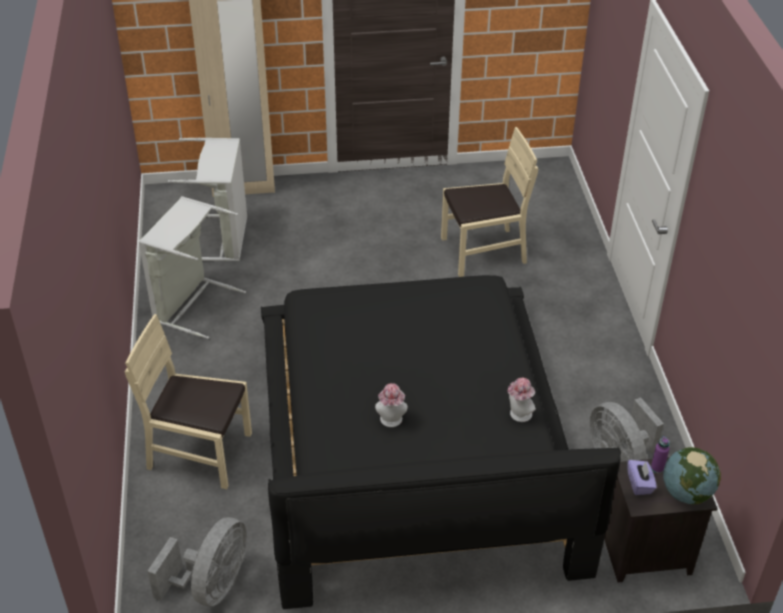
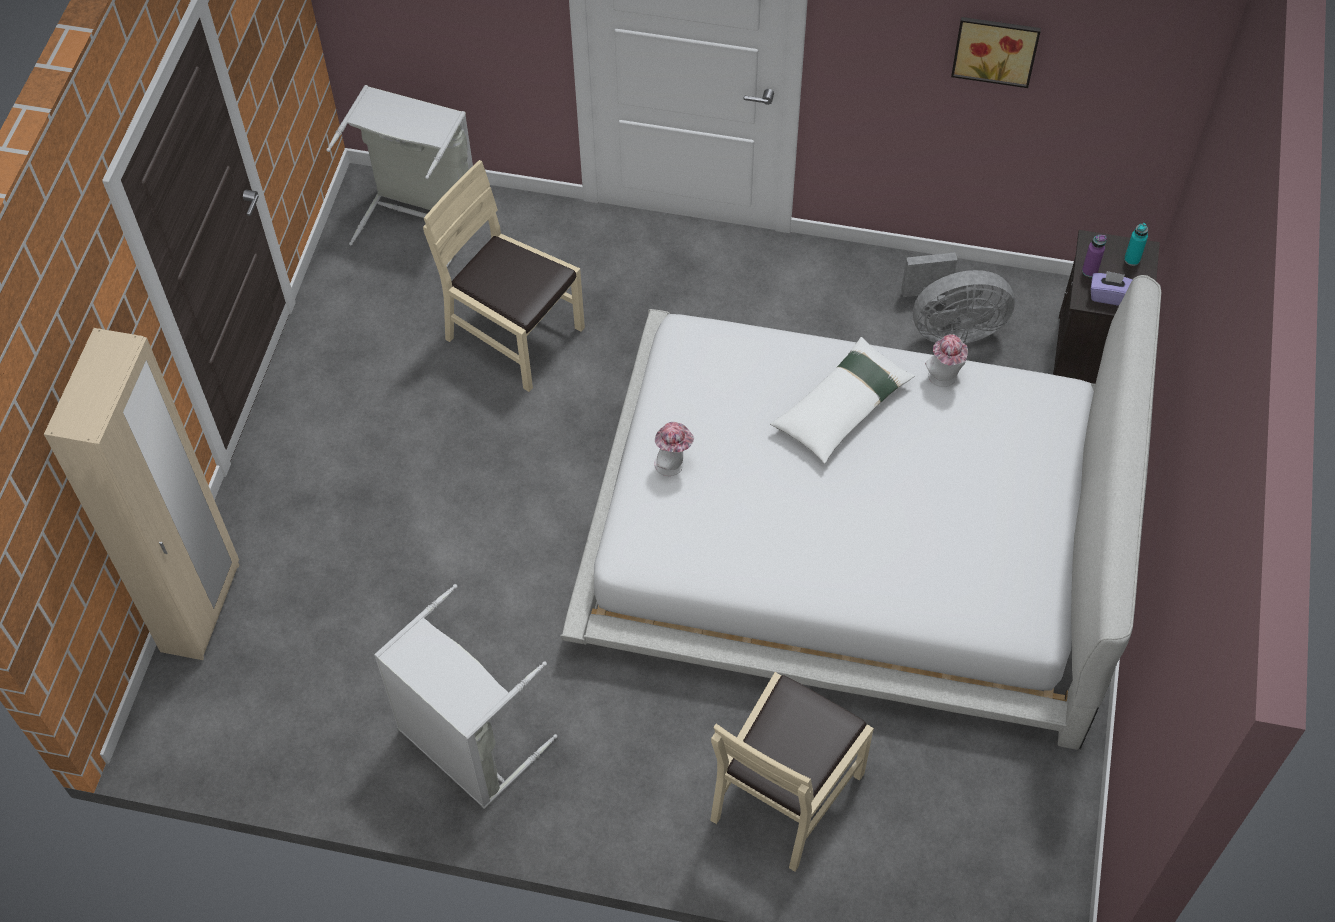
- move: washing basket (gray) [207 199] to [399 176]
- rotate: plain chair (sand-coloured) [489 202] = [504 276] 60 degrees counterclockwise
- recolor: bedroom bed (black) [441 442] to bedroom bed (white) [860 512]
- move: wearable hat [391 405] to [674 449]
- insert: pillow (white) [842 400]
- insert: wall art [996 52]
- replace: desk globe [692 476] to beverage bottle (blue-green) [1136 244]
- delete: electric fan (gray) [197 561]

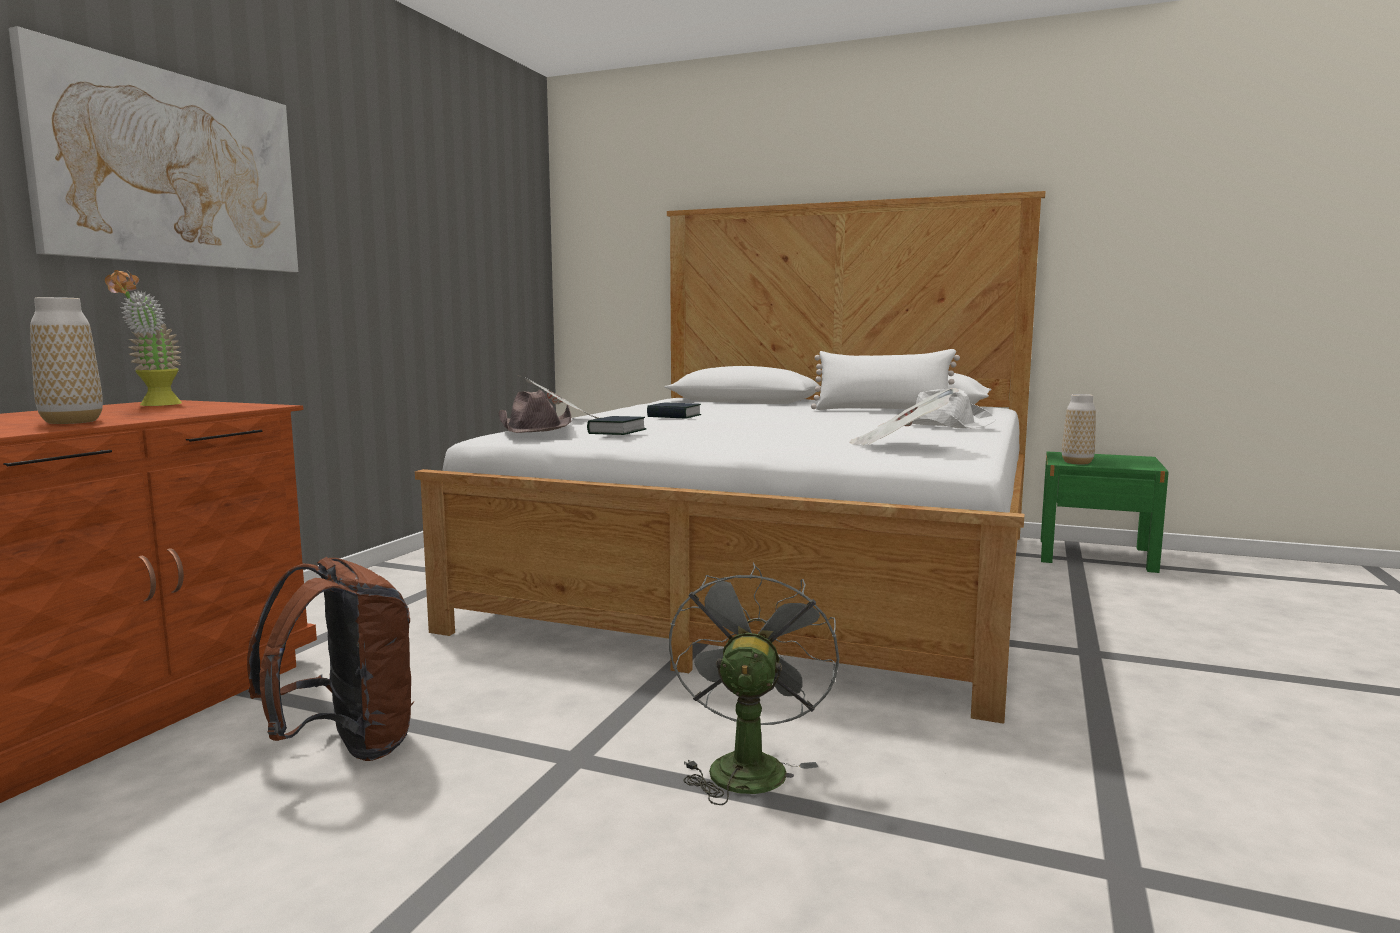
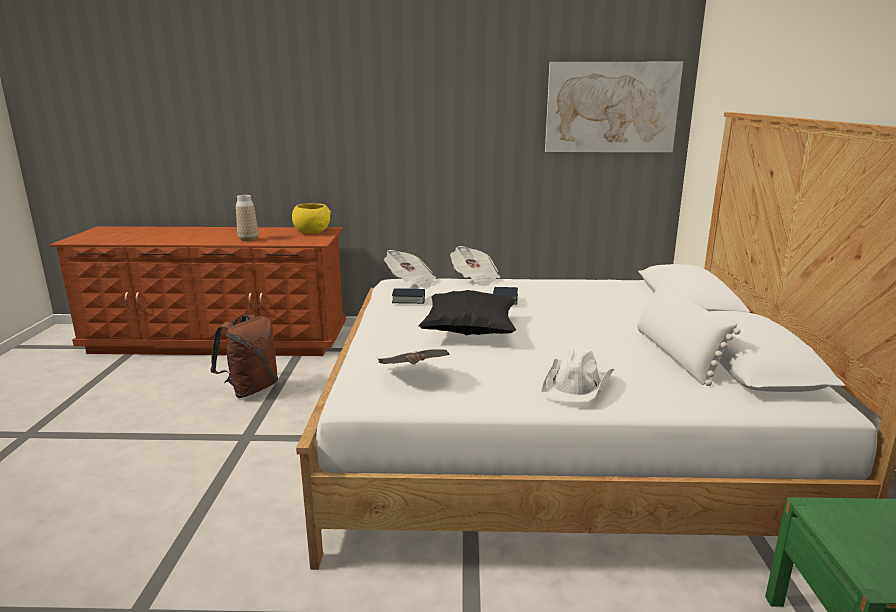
- replace: potted plant [143 338] to serving bowl (yellow-coloured) [311 218]
- replace: wearable hat (brownish) [534 411] to printed paper [410 269]
- insert: pillow (black) [467 313]
- move: wall art [153 149] to [614 107]
- delete: electric fan (gray) [754 684]
- delete: decorative vase [1079 429]

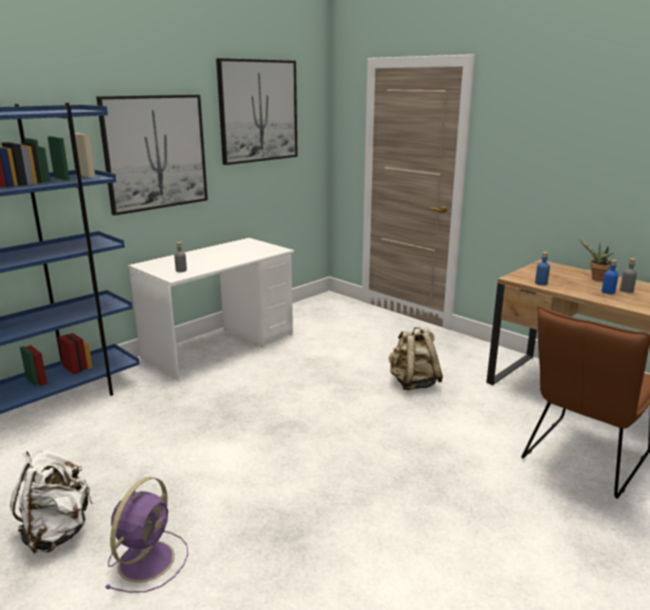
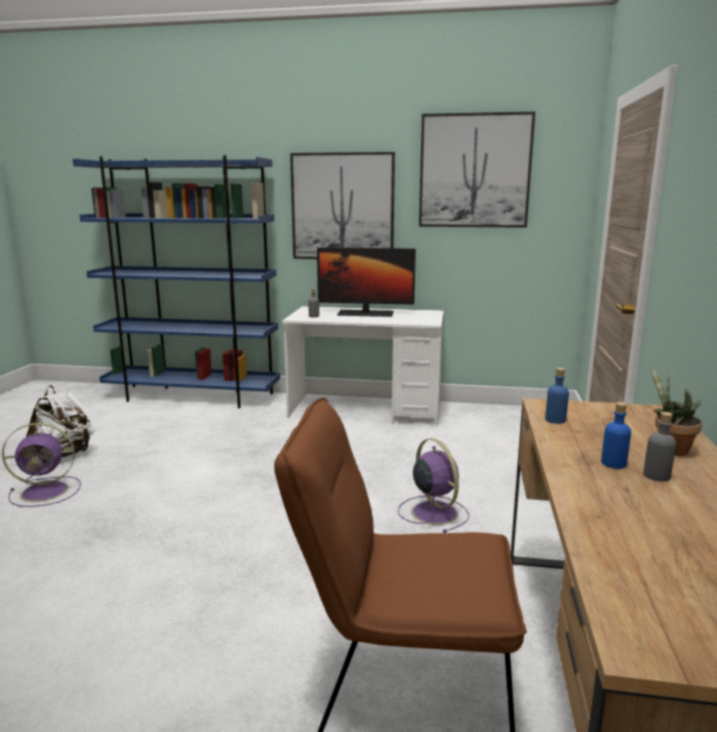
- insert: monitor [366 282]
- replace: knapsack (sand-coloured) [416 358] to electric fan (purplish) [433 485]

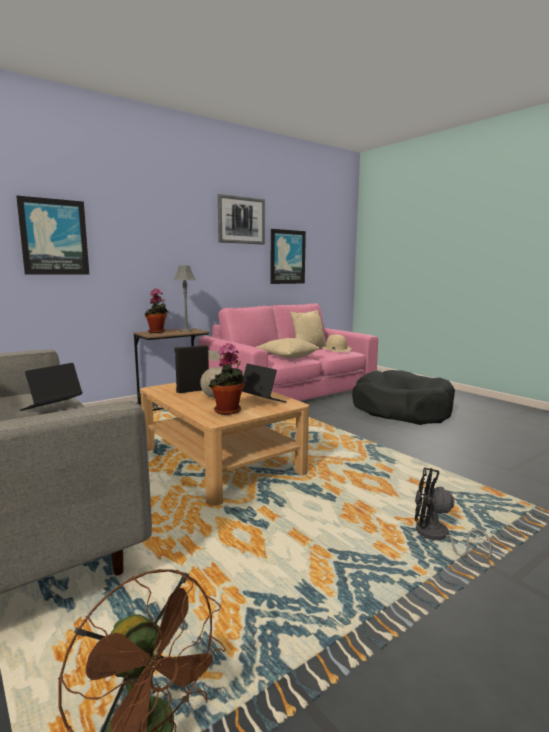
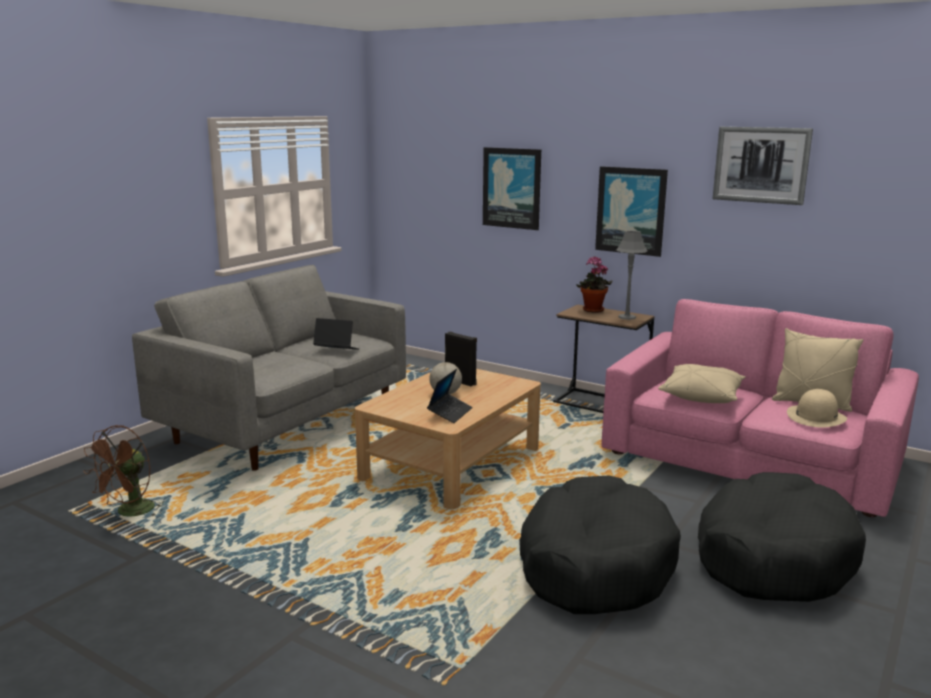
- insert: dog cushion (black) [600 545]
- move: wall art [288 256] to [631 211]
- delete: potted plant [228 379]
- delete: electric fan (black) [453 513]

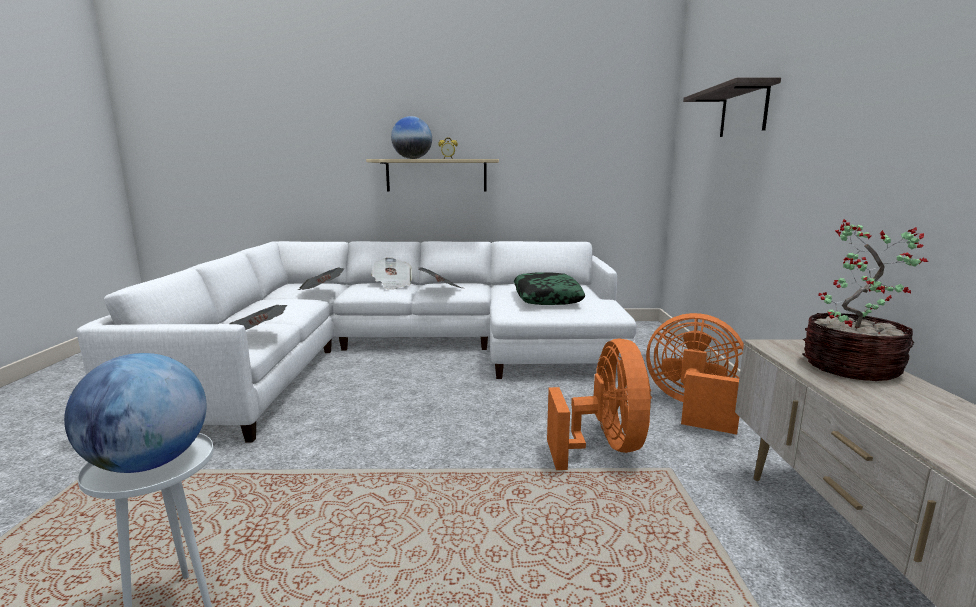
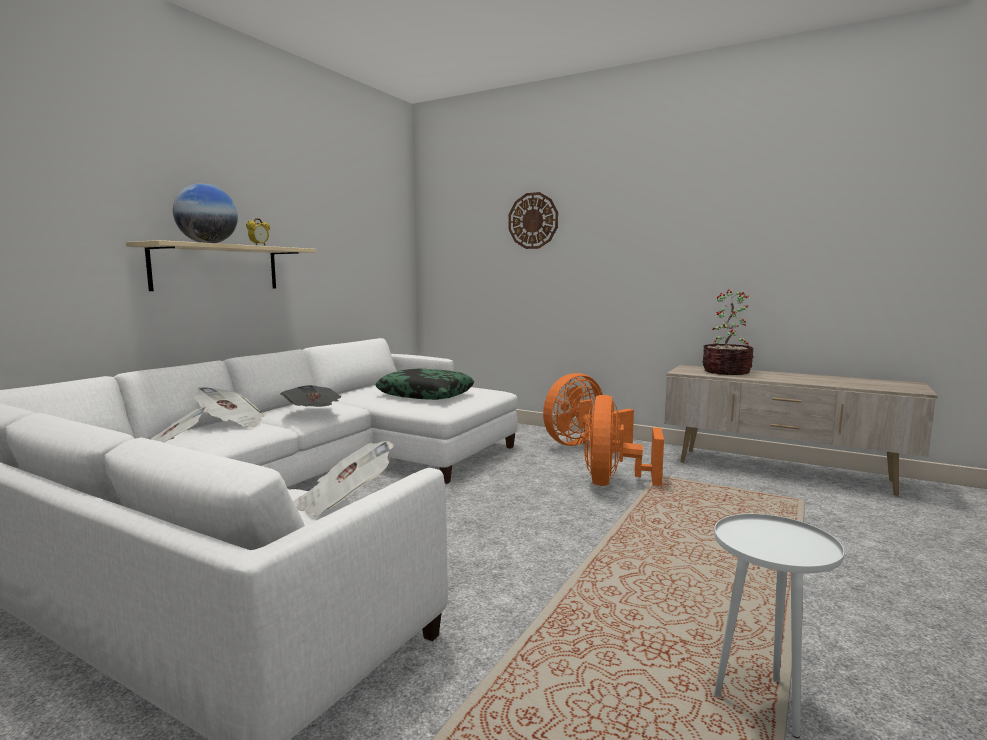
- replace: shelf [732 107] to clock on the wall [533 220]
- rotate: electric fan (orangey) [599 404] = [623 440] 105 degrees counterclockwise
- delete: desk globe [135 413]

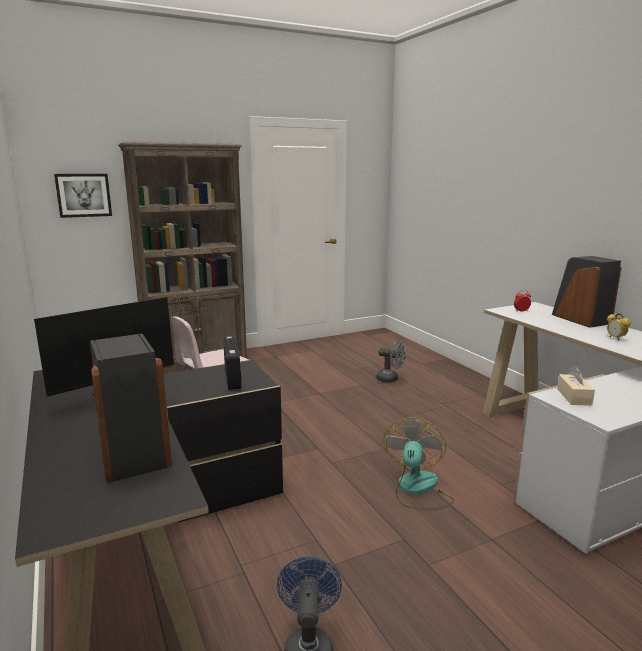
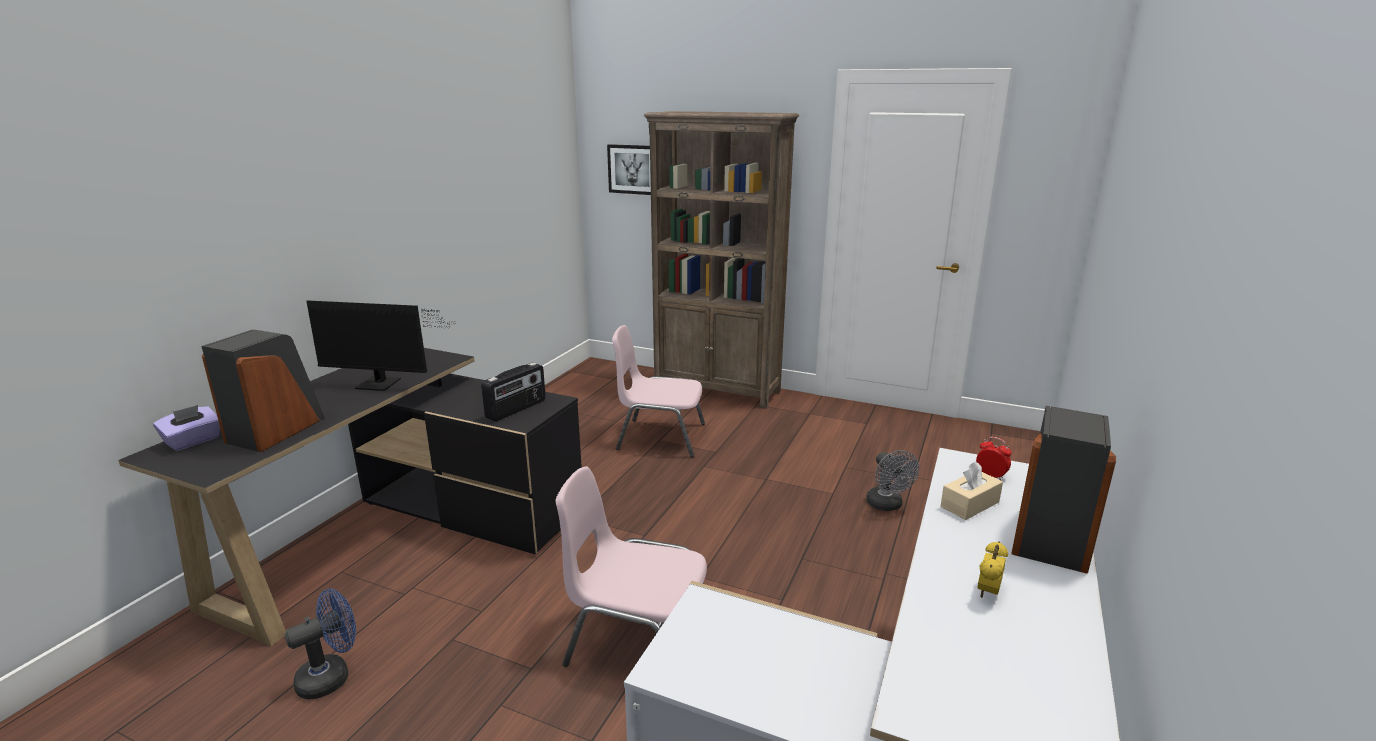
- insert: tissue holder (purplish) [186 428]
- replace: electric fan [419 463] to plain chair (pink-coloured) [631 566]
- move: tissue holder (sand-coloured) [576 386] to [972 490]

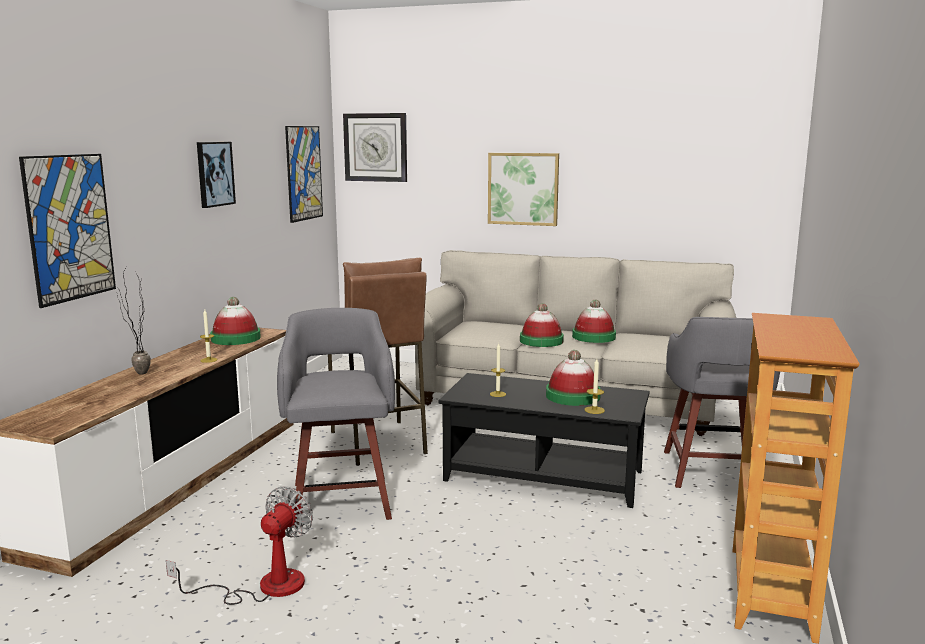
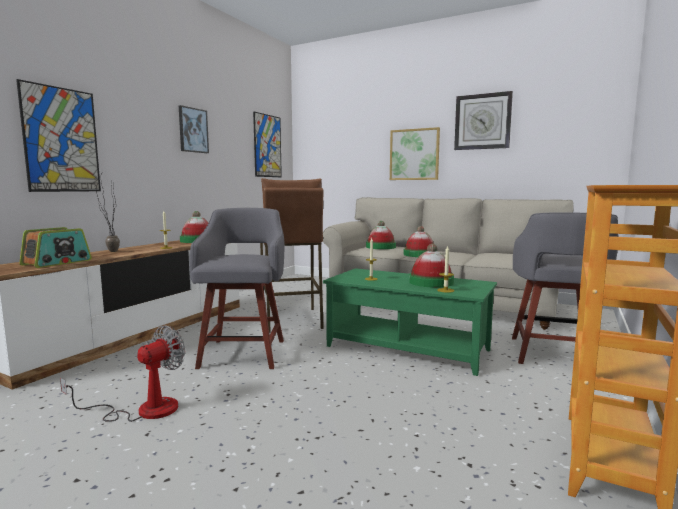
- insert: radio set [55 247]
- recolor: low table (black) [544 440] to low table (green) [410 322]
- move: wearable hat [594 321] to [381 235]
- move: clock on the wall [375 147] to [483 120]

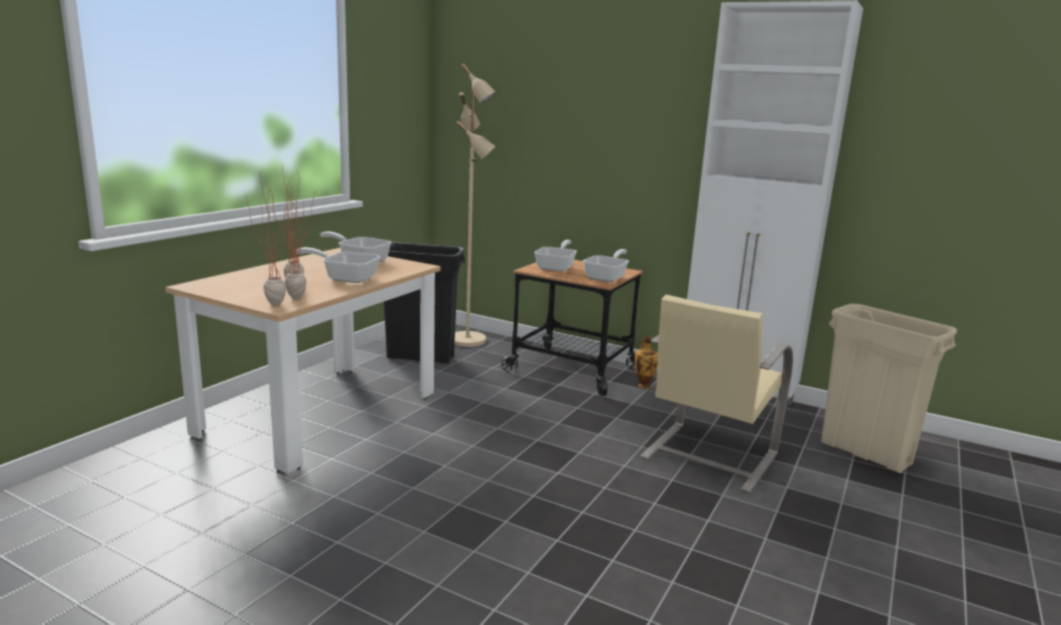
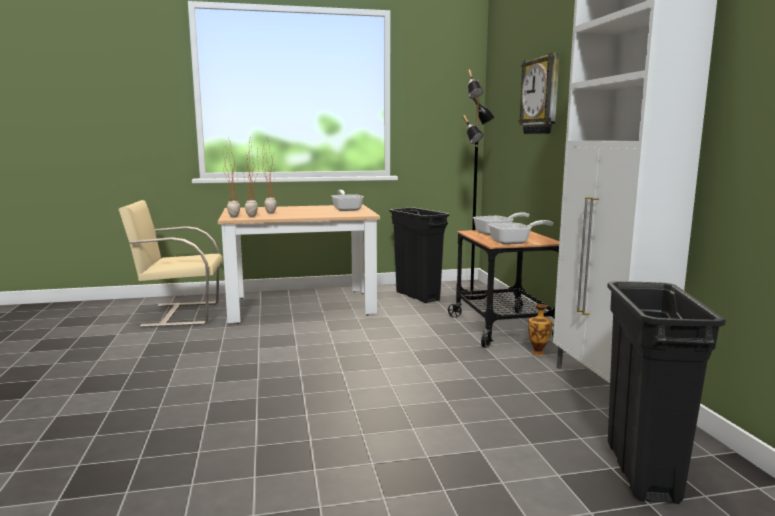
- move: plain chair (sand-coloured) [716 394] to [170 263]
- recolor: floor lamp (sand-coloured) [475 205] to floor lamp (black) [479 184]
- insert: clock on the wall [539 93]
- recolor: rubbish bin (sand-coloured) [889 388] to rubbish bin (black) [666 392]
- delete: pan [338 265]

